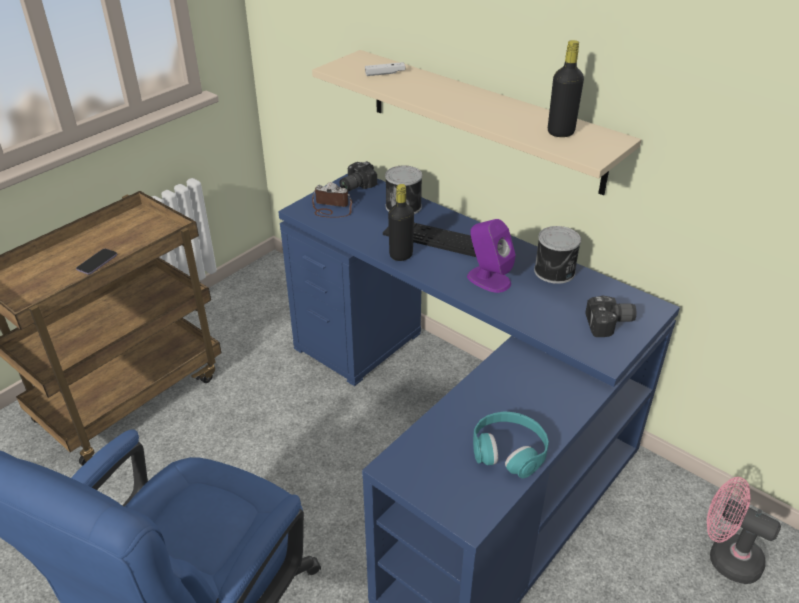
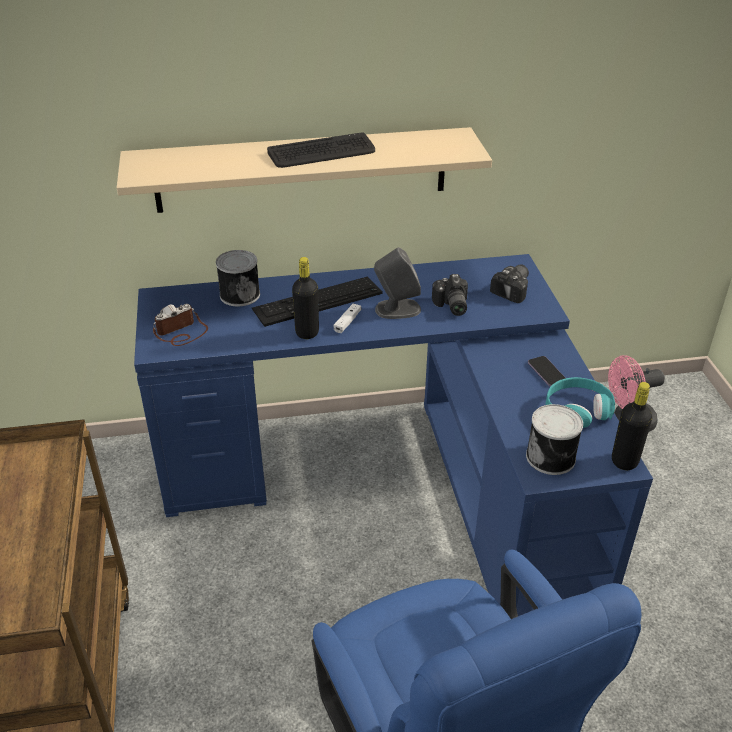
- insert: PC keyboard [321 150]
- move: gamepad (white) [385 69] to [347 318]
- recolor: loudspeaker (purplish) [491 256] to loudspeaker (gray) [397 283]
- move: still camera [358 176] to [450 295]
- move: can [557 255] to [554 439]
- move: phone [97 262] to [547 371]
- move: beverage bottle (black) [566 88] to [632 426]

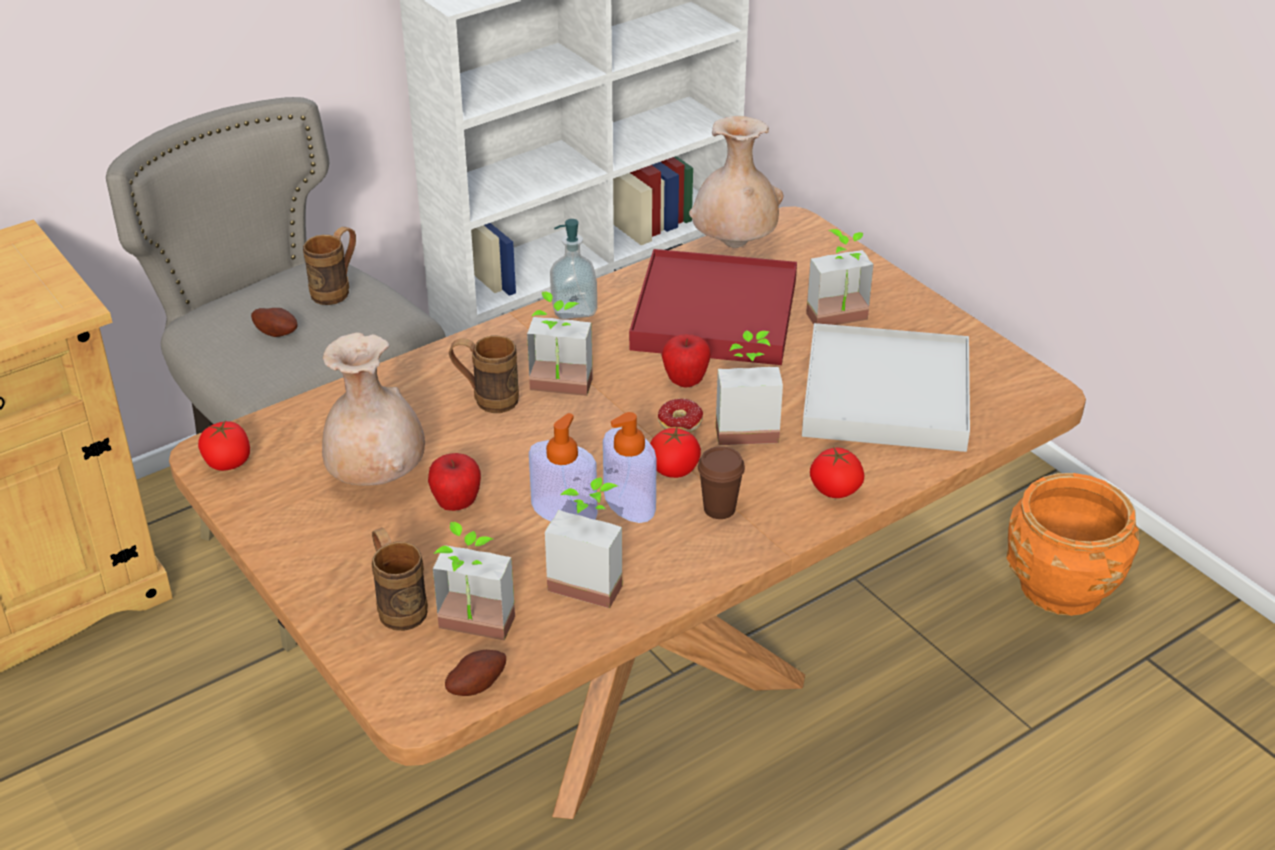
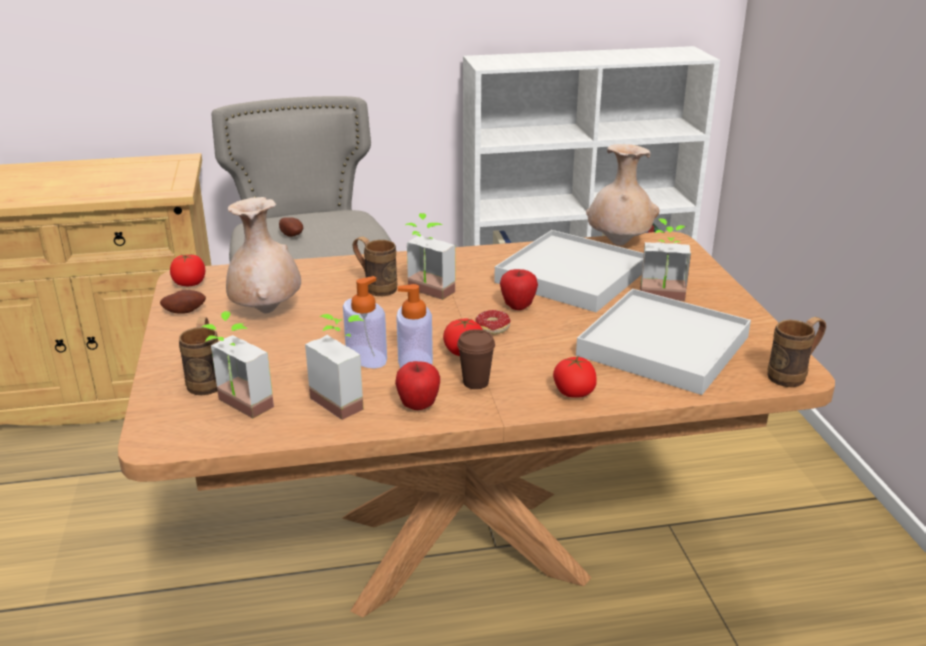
- move: spud [475 673] to [183 302]
- move: apple fruit [454 482] to [417 385]
- recolor: tray (red-coloured) [713 307] to tray (white) [569 271]
- move: mug (brownish) [329 266] to [796 352]
- delete: liquid soap bottle [573 269]
- delete: potted plant [749 387]
- delete: flower pot (orangey) [1073 544]

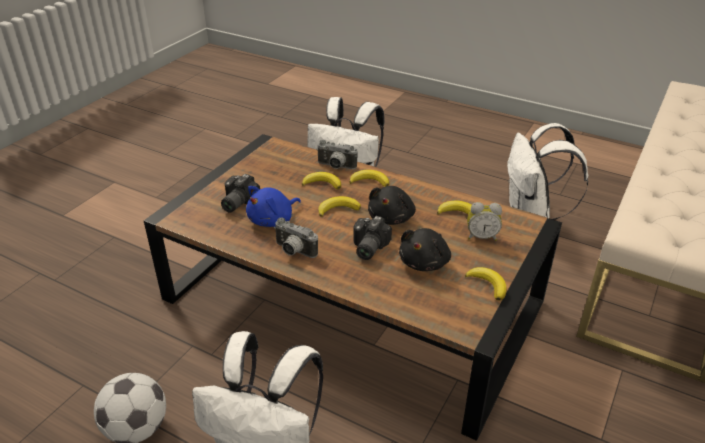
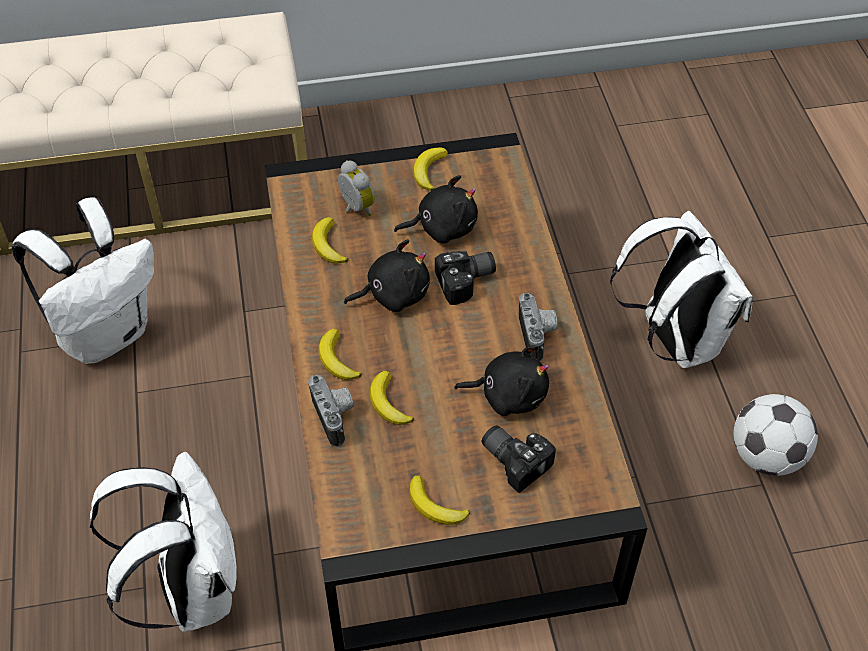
- move: banana fruit [339 206] to [439 500]
- recolor: plush toy (blue) [273 206] to plush toy (black) [501 380]
- rotate: still camera [240 193] = [519 459] 120 degrees counterclockwise

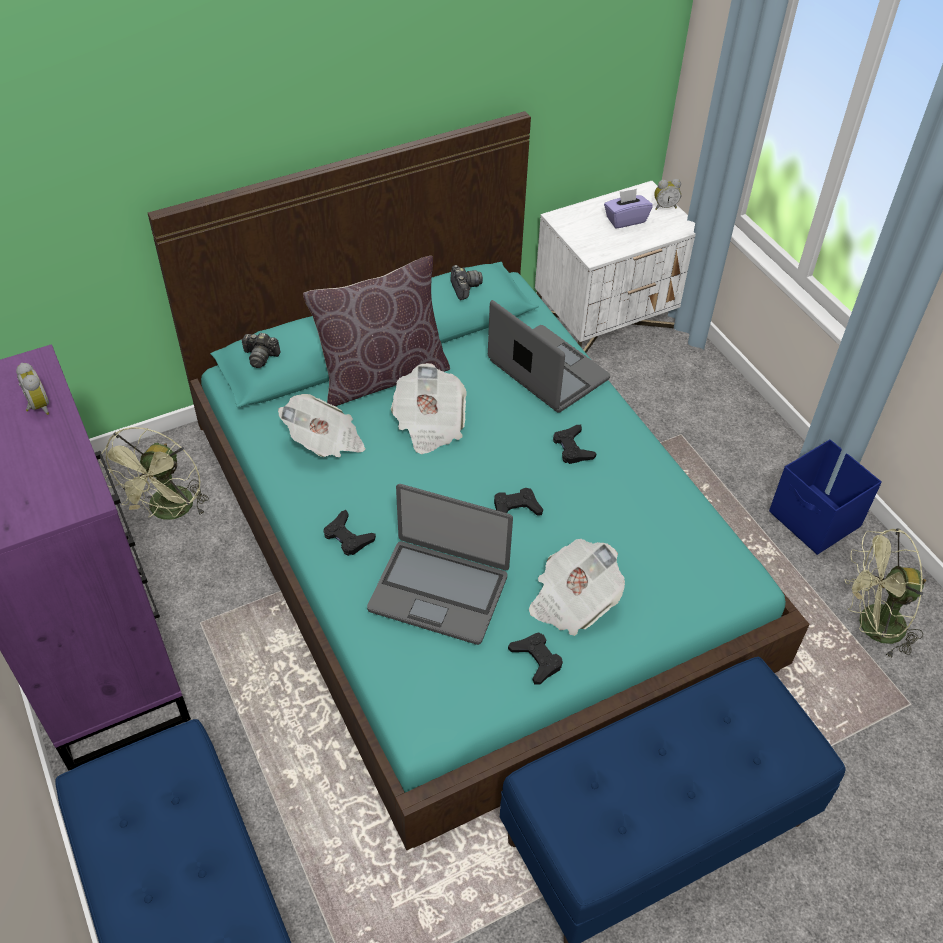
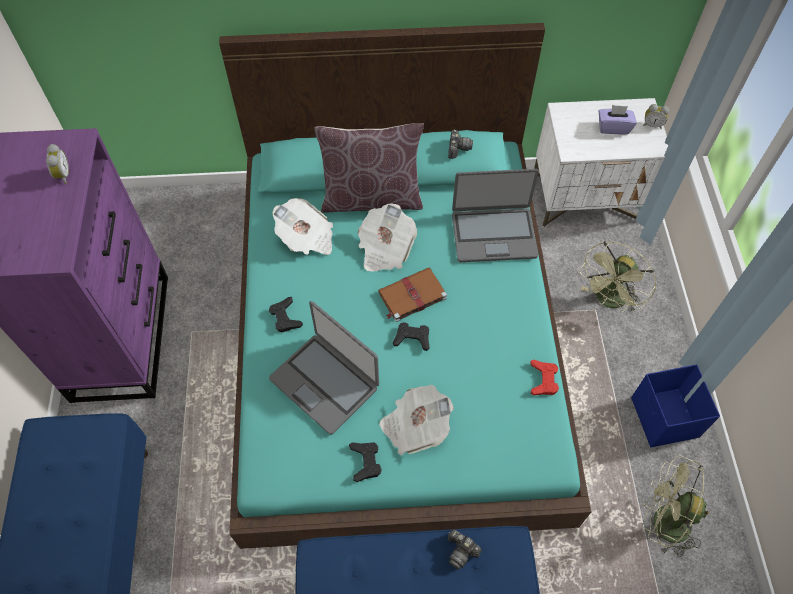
- insert: book (brownish) [412 295]
- move: still camera [261 350] to [465 549]
- rotate: portable computer [549 356] = [495 215] 105 degrees clockwise
- insert: gamepad (red-coloured) [544 377]
- move: electric fan (green) [153 473] to [618 277]
- delete: gamepad (black) [574 444]

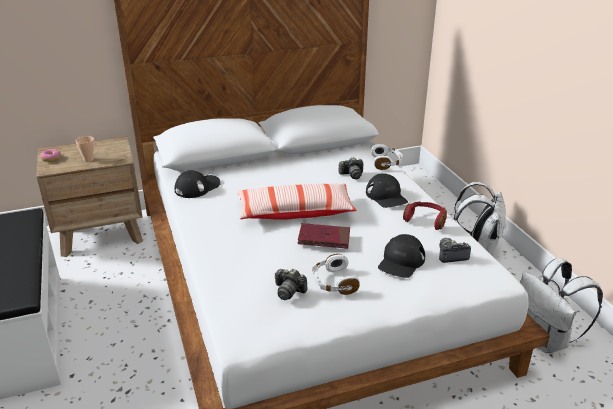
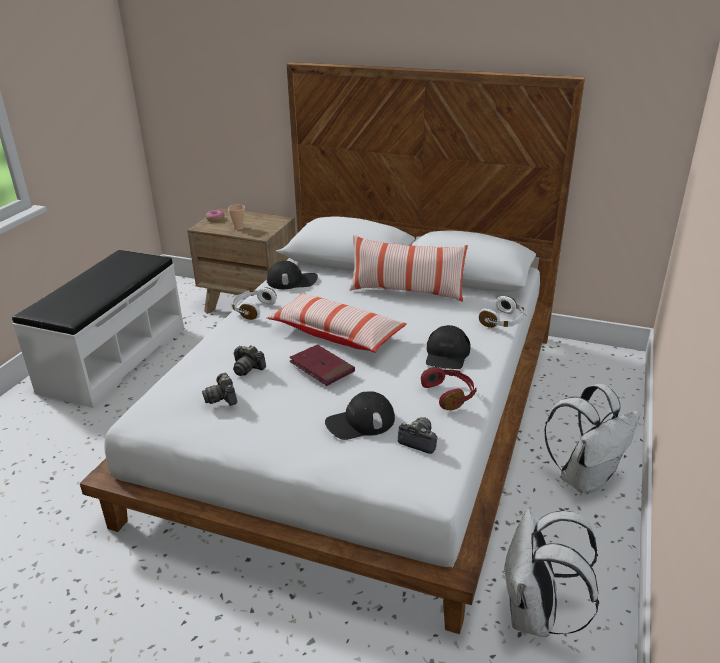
- move: headset (white) [336 274] to [254 303]
- move: still camera [351 168] to [249 360]
- insert: pillow [408 268]

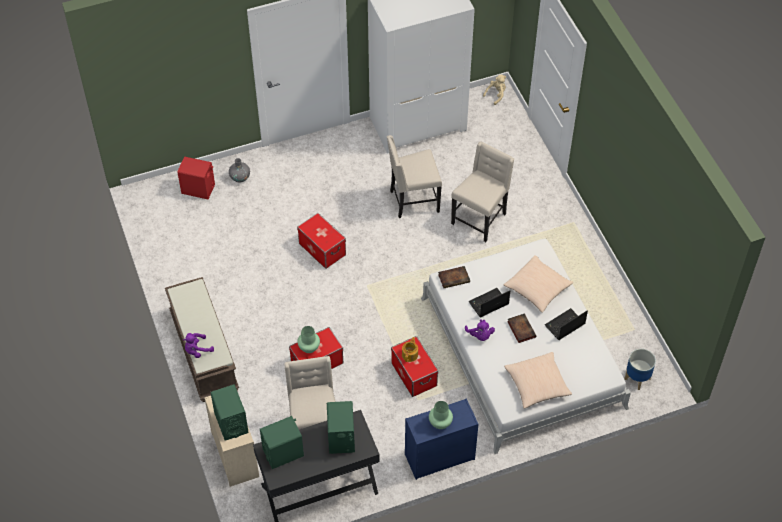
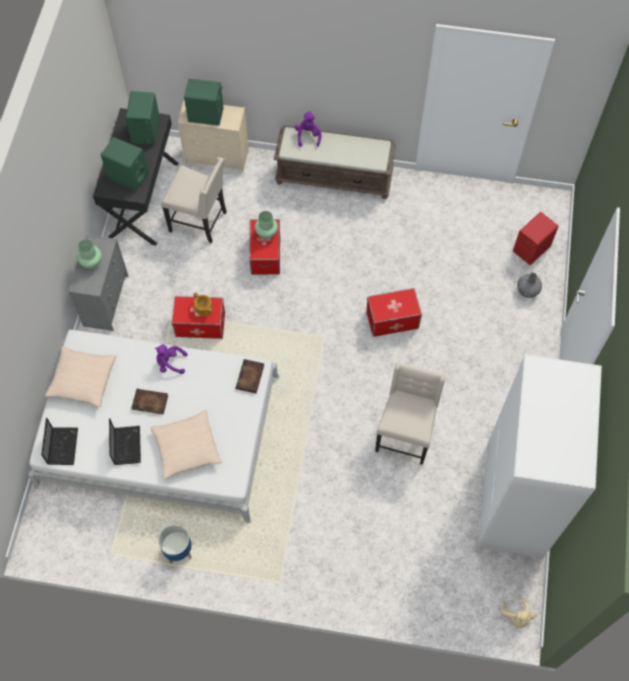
- move: portable computer [489 303] to [59 441]
- recolor: dresser (blue) [441 439] to dresser (gray) [98 282]
- move: flower pot [640 369] to [175 544]
- delete: plain chair (sand-coloured) [482 191]

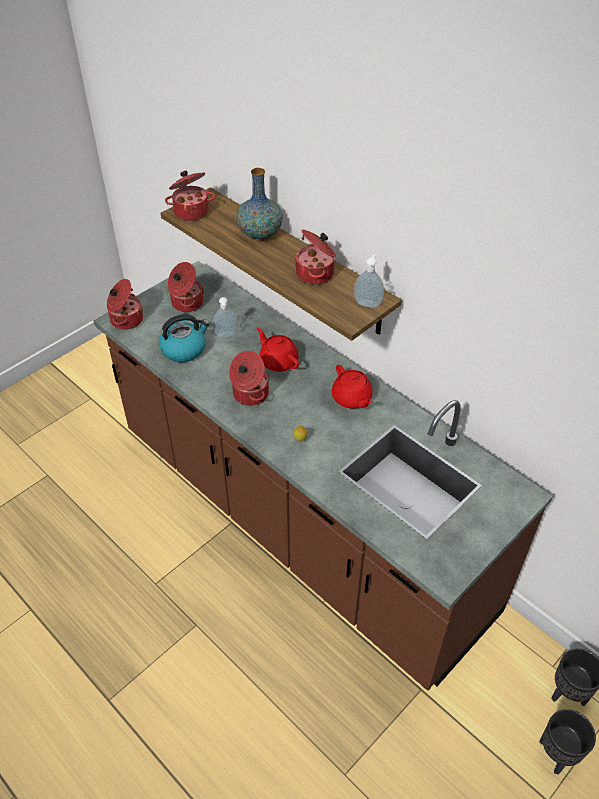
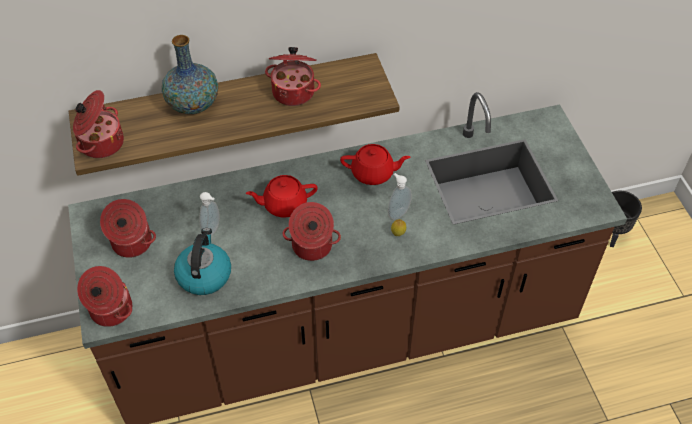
- move: liquid soap bottle [369 281] to [400 196]
- delete: flower pot (black) [567 742]

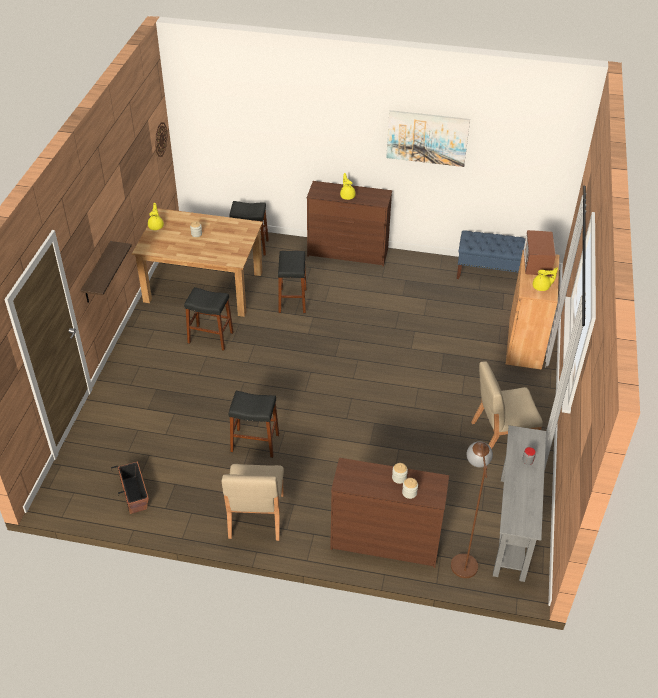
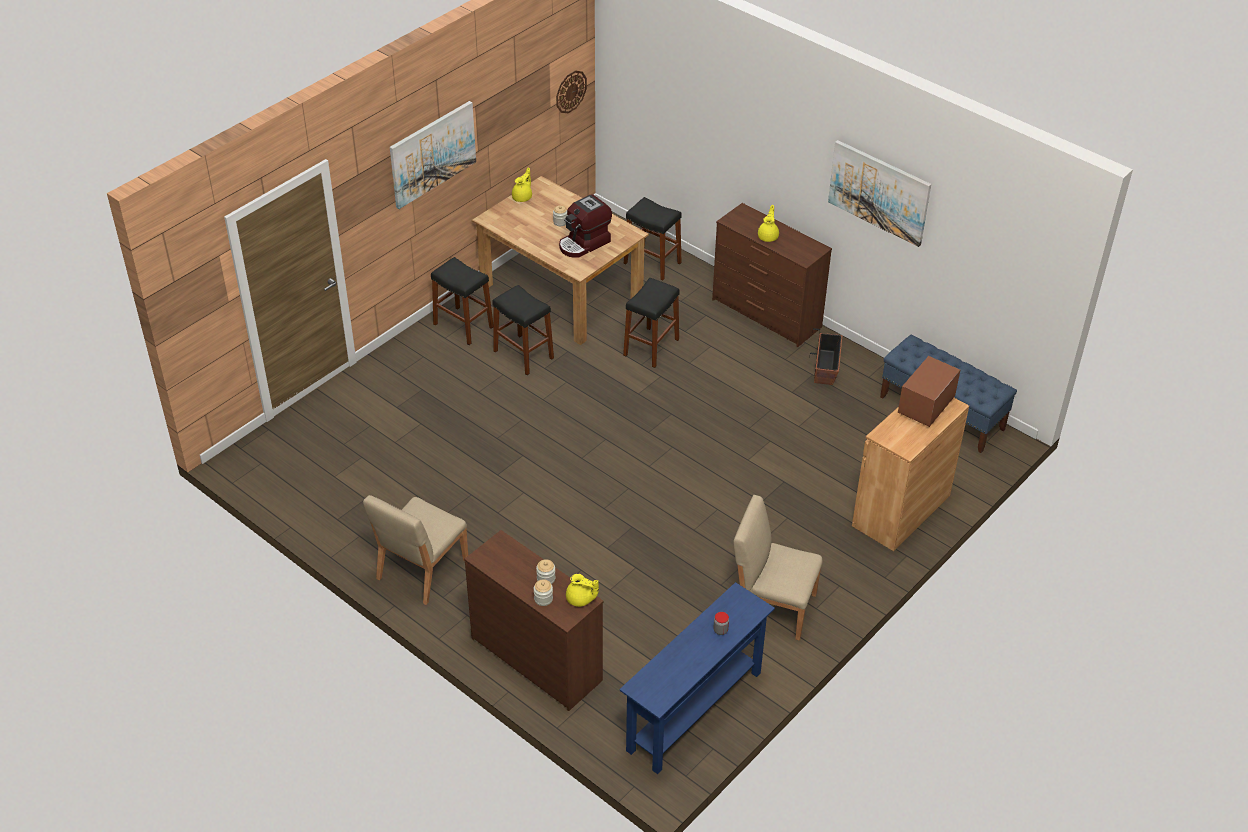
- insert: wall art [433 155]
- move: stool seat (black) [254 424] to [462 301]
- insert: coffee maker [585 226]
- move: tea pot (yellow-coloured) [545 279] to [582 590]
- recolor: console table (gray) [519 503] to console table (blue) [697 678]
- move: flower pot [130 487] to [825 356]
- delete: shelf [106 272]
- delete: floor lamp (brownish) [472 509]

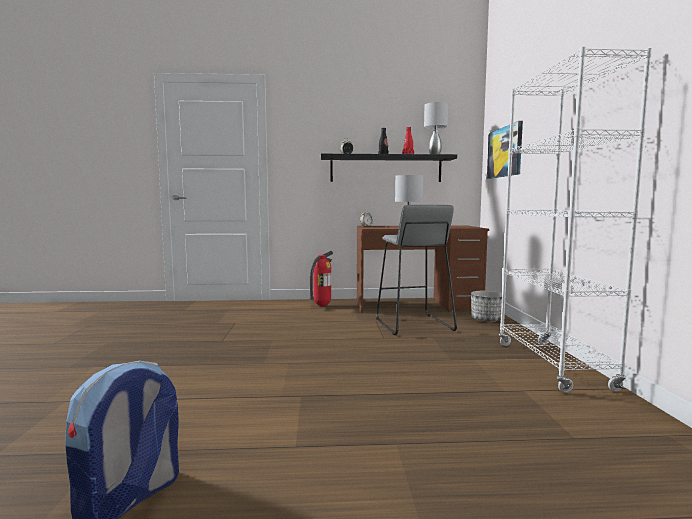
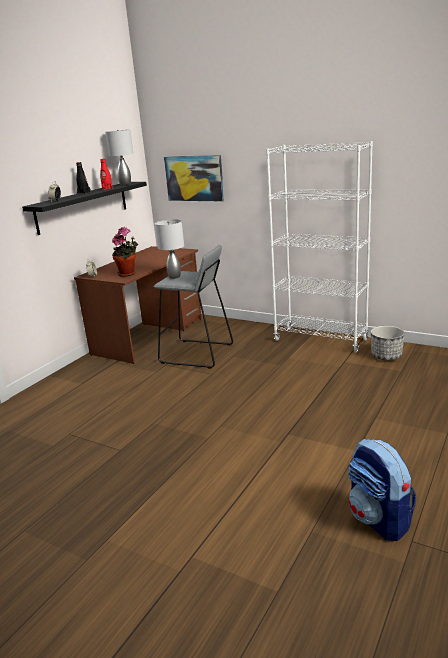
- insert: potted plant [125 252]
- move: flower pot [486 307] to [388 343]
- delete: extinguisher [321 278]

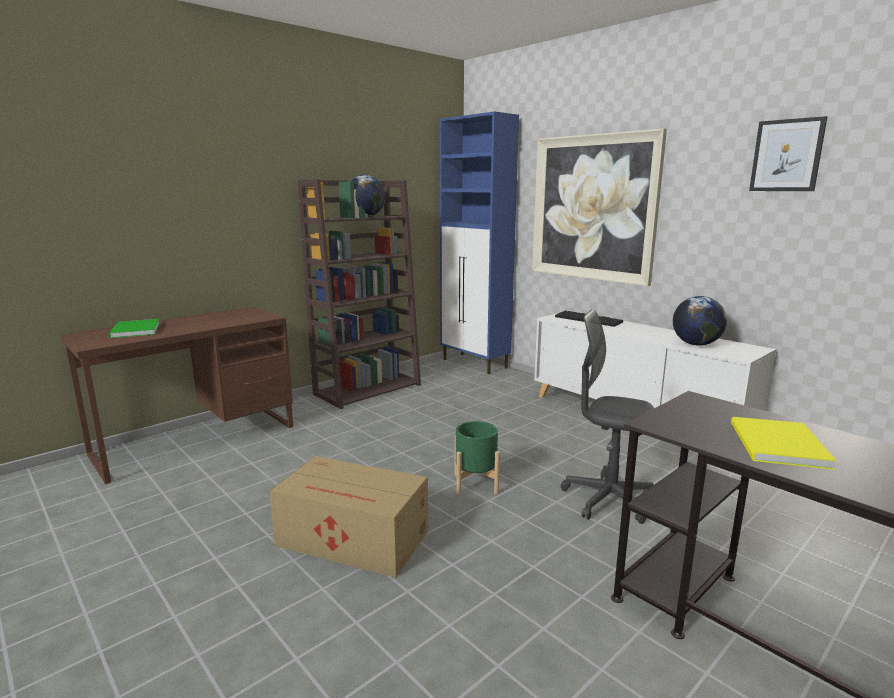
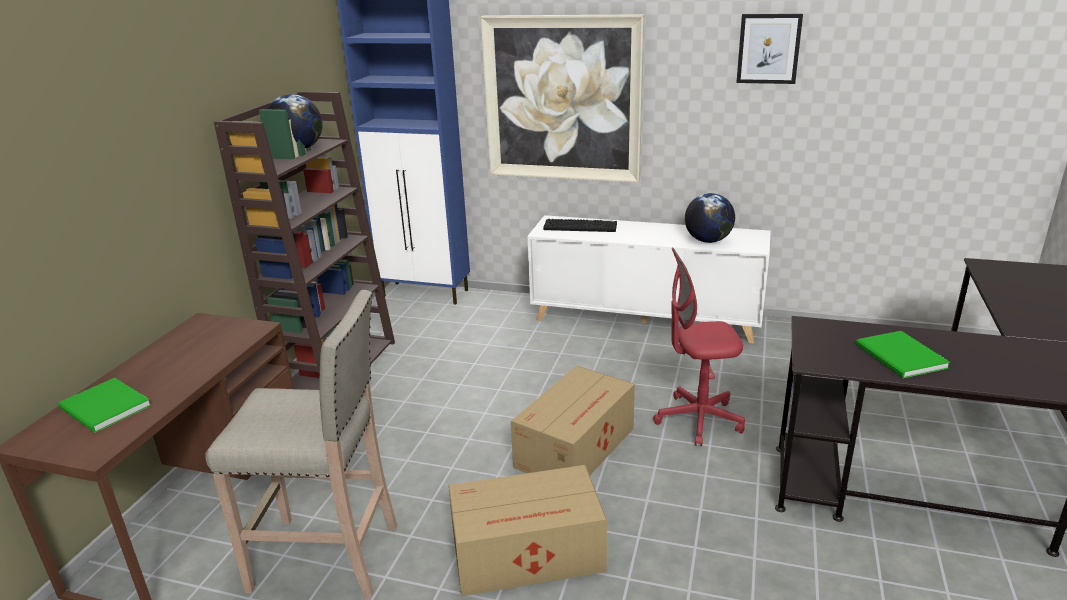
- insert: stool seat (sand-coloured) [301 443]
- replace: flower pot (green) [477 458] to cardboard box [573 420]
- recolor: office chair (gray) [607 416] to office chair (red-coloured) [699 346]
- recolor: book (yellow-coloured) [784 443] to book (green) [903 354]

